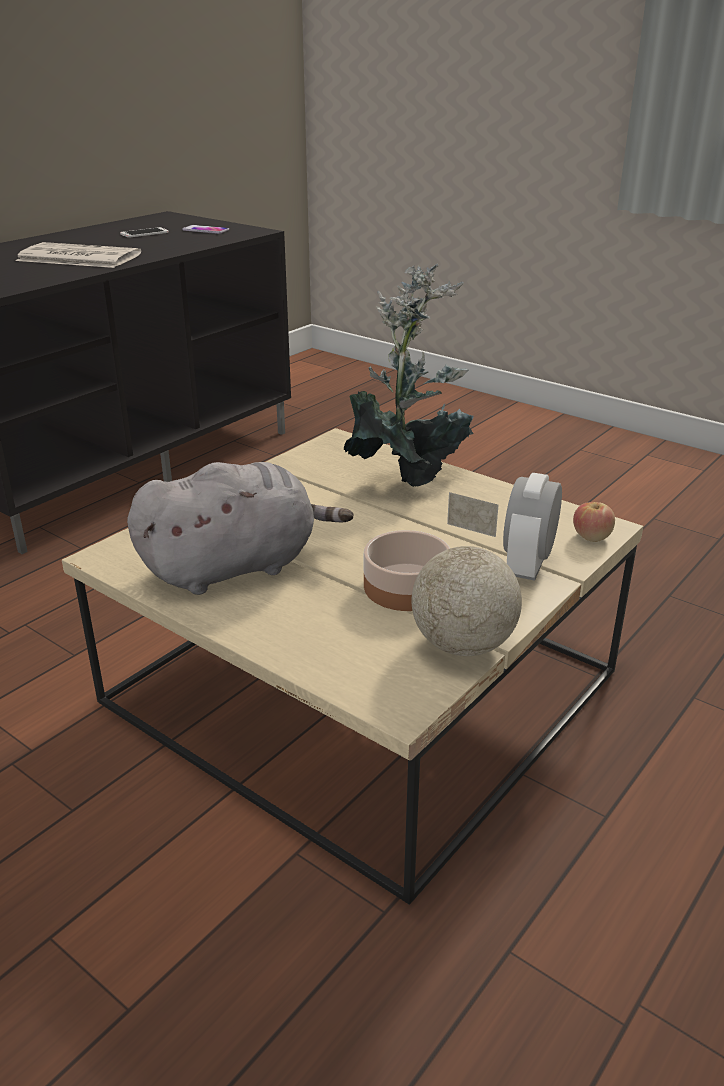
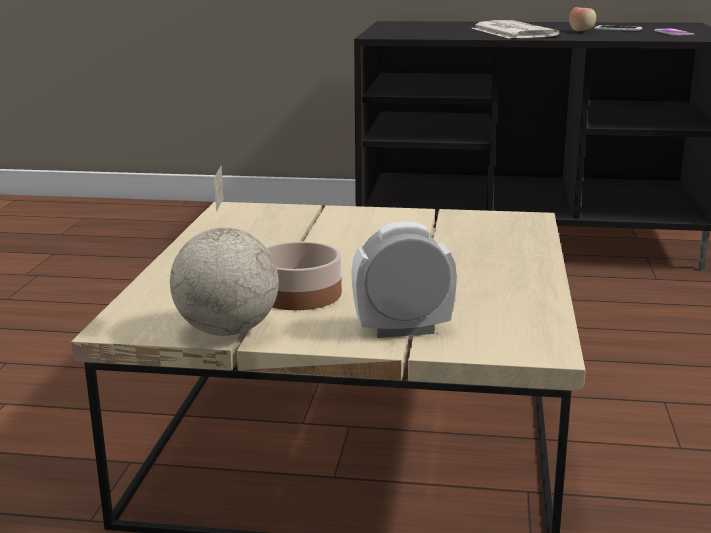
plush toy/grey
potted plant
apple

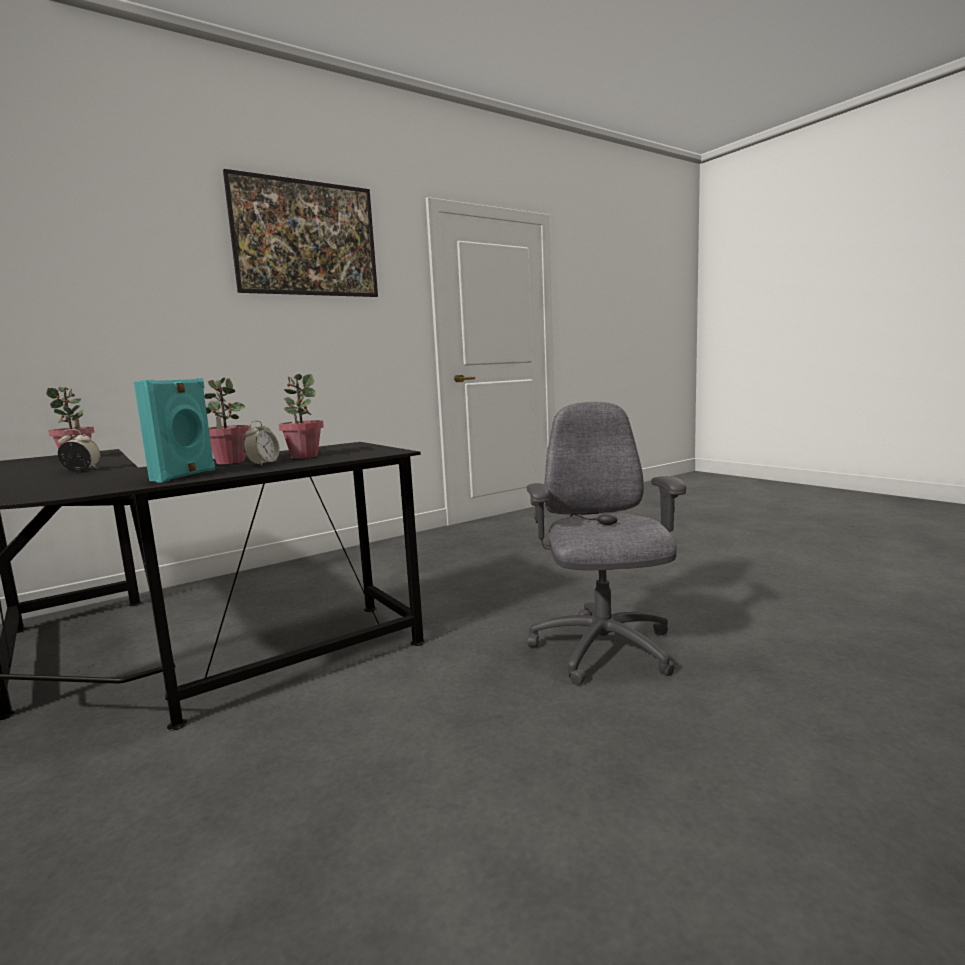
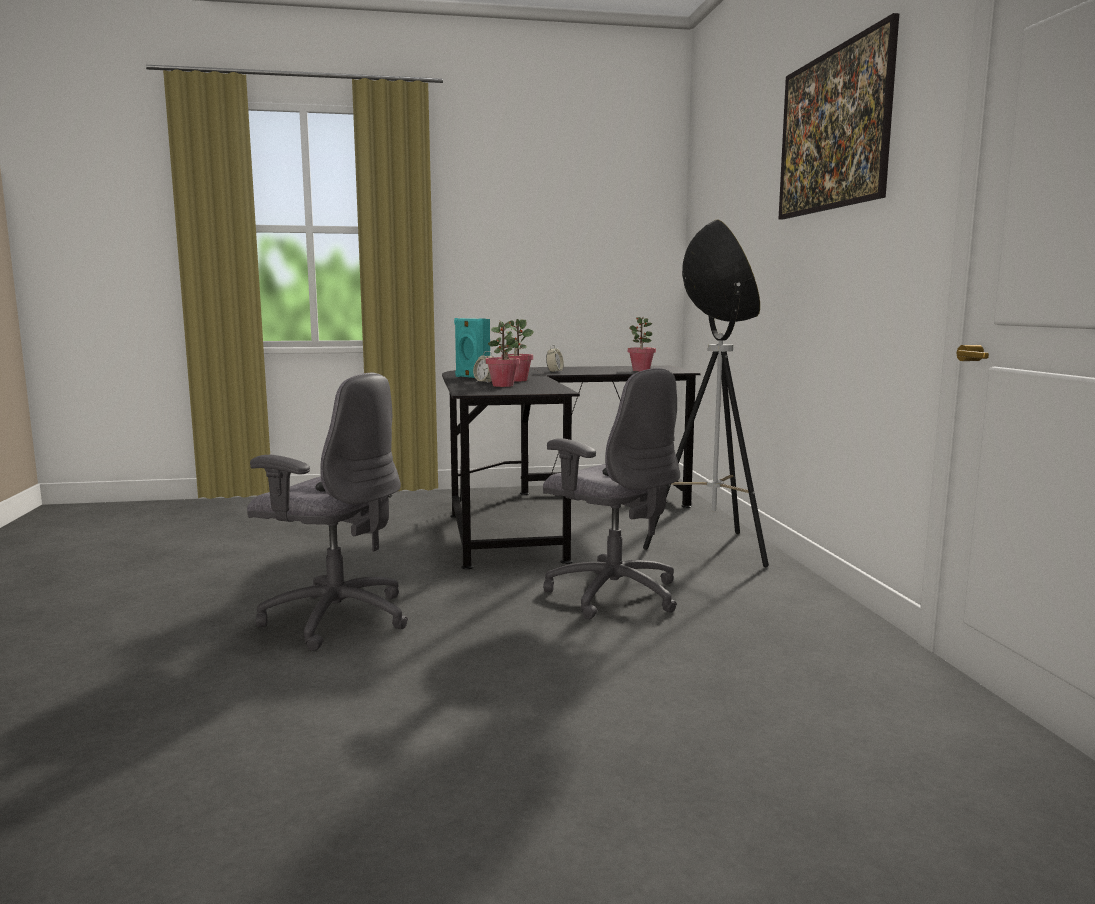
office chair/grey (no. 2 from left)
floor lamp

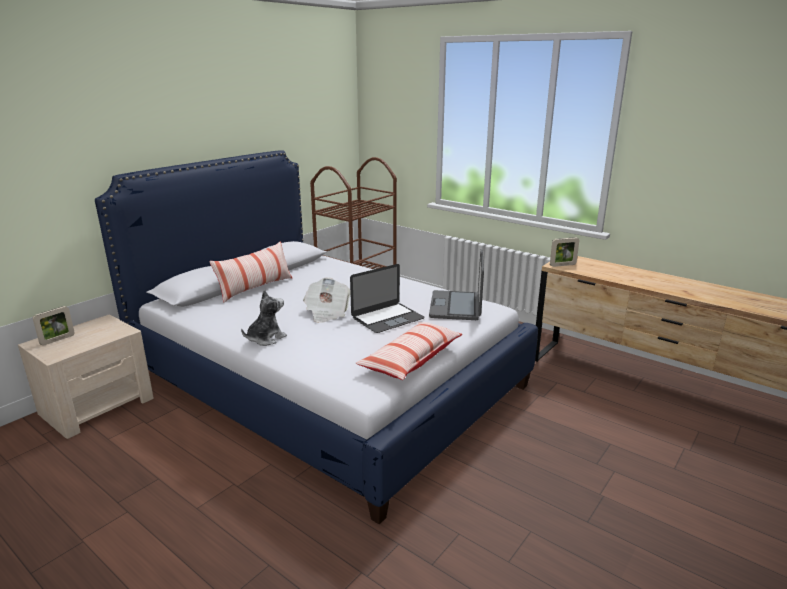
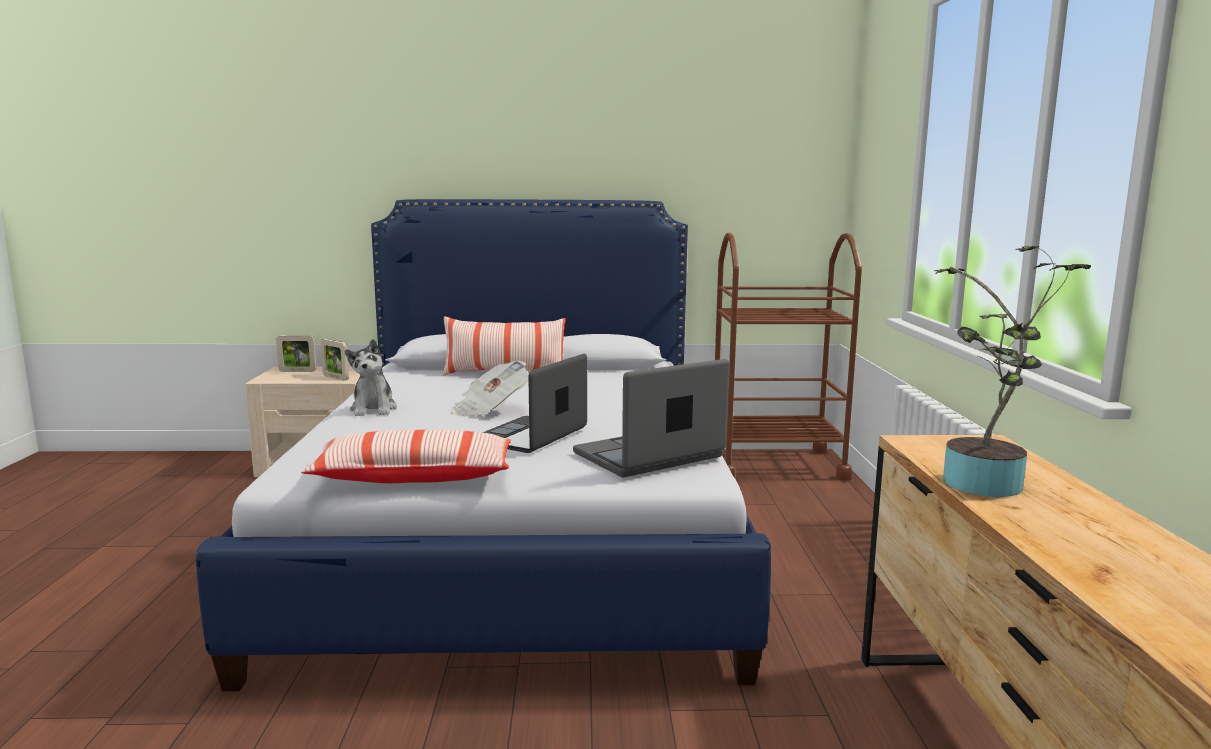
plush toy
laptop (no. 1 from left)
picture frame (no. 2 from left)
potted plant

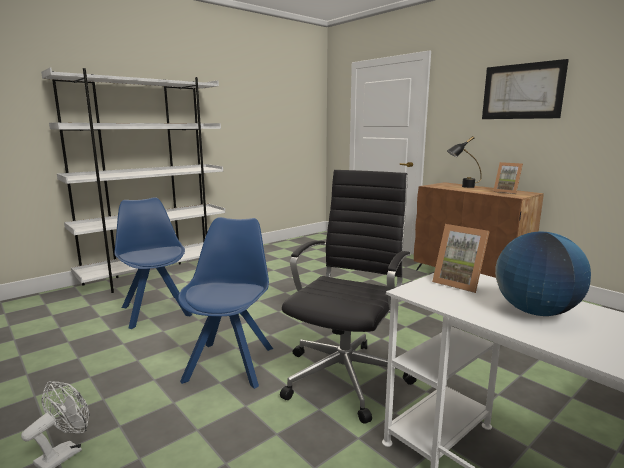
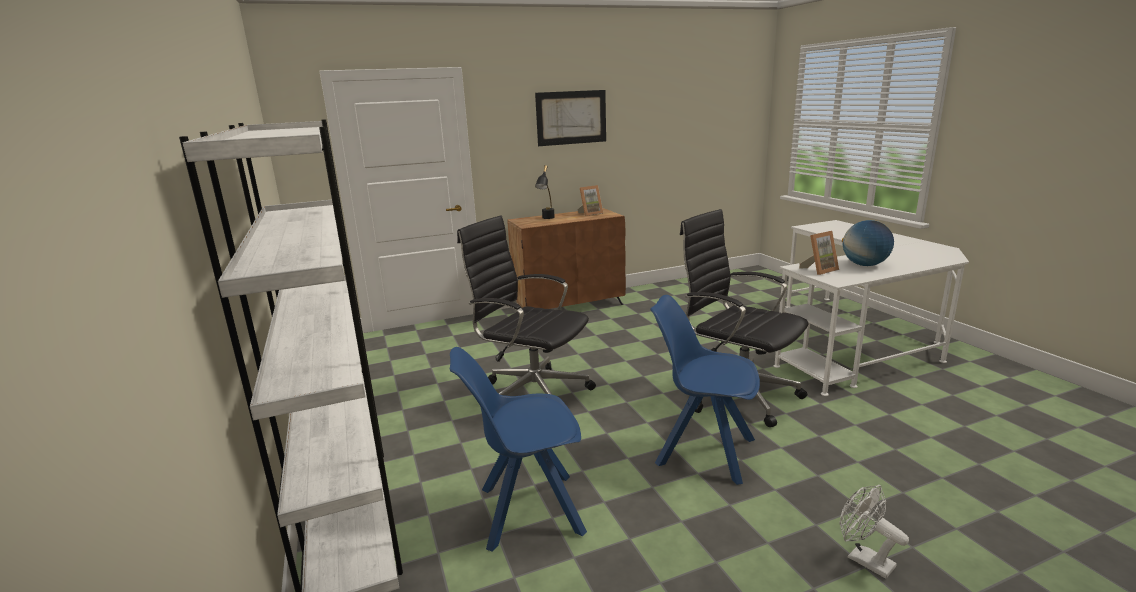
office chair/black (no. 1 from left)

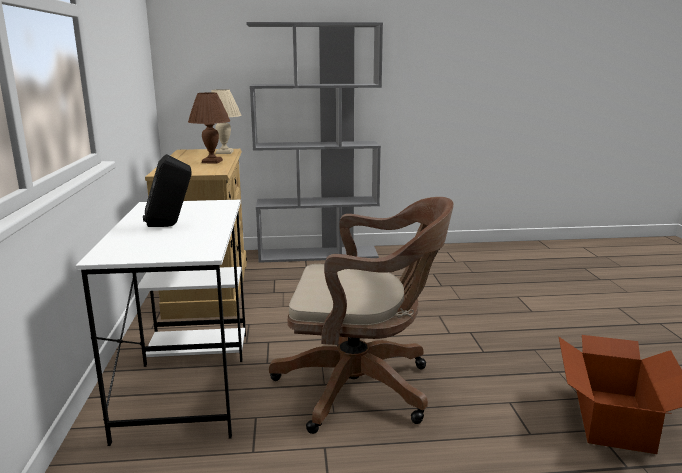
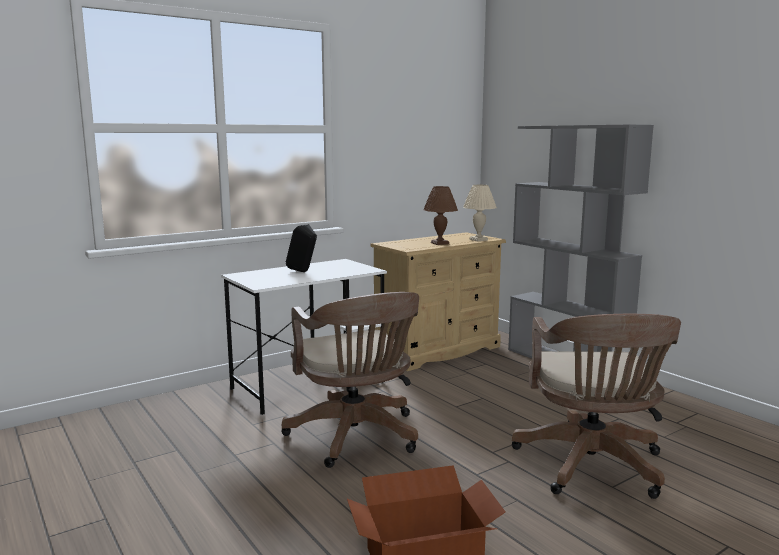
office chair/brown (no. 2 from left)

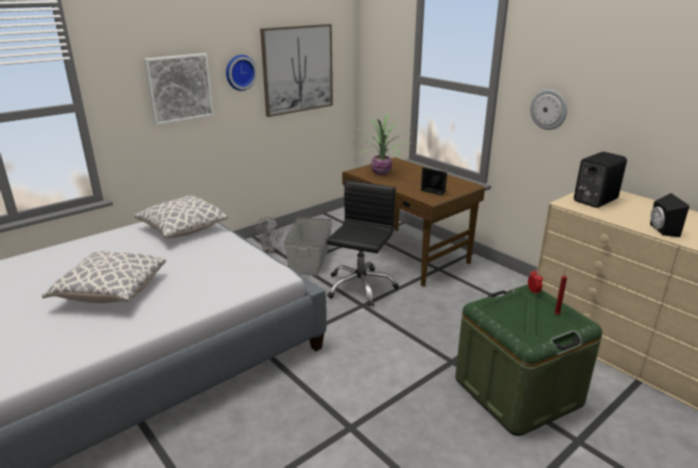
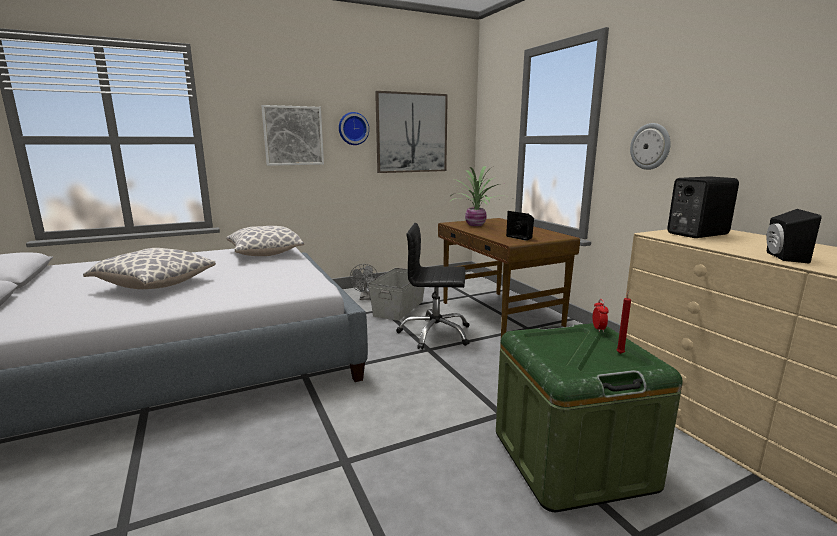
office chair/black

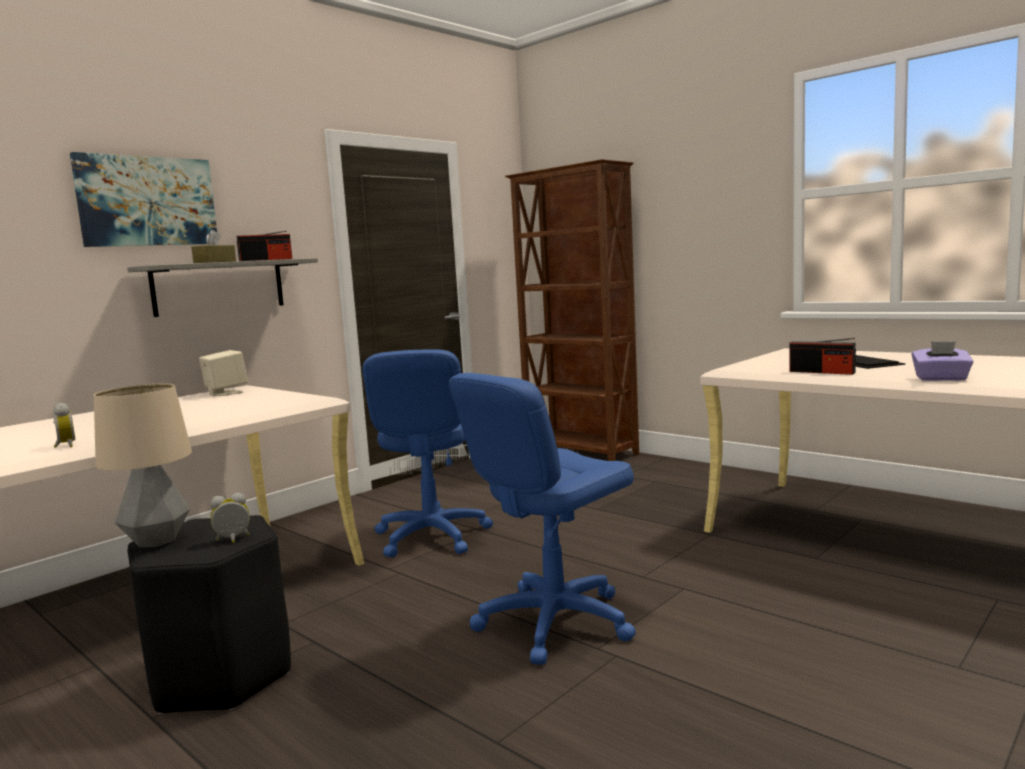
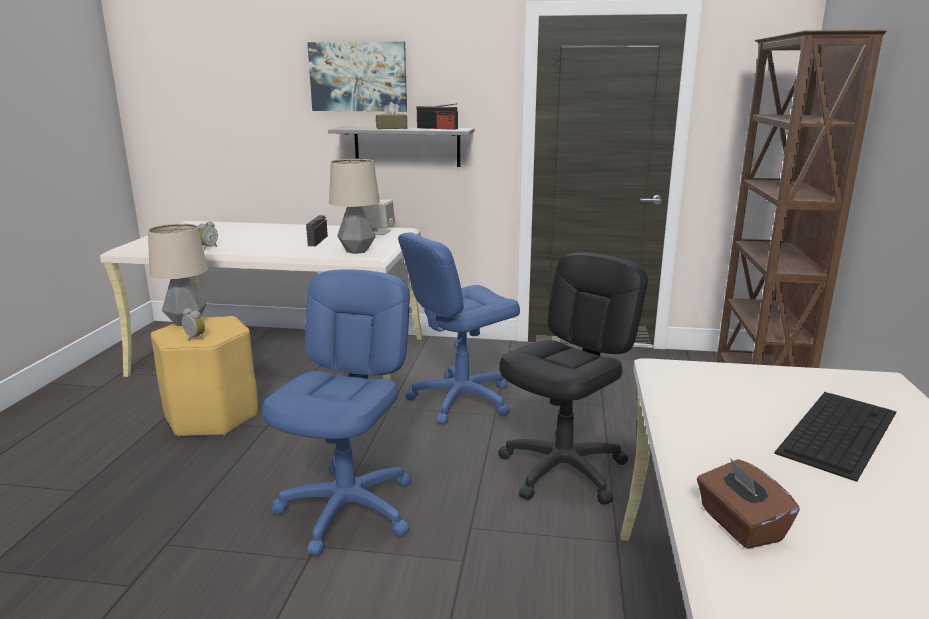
stool/yellow
office chair/blue (no. 1 from left)
radio (no. 1 from left)
tissue box/brown (no. 2 from left)
table lamp (no. 2 from left)
office chair/black

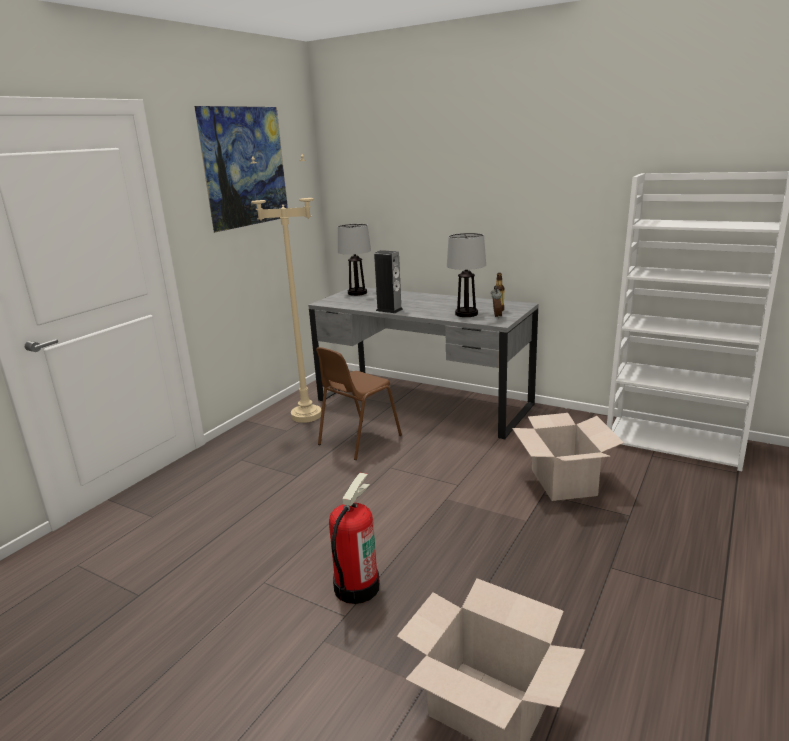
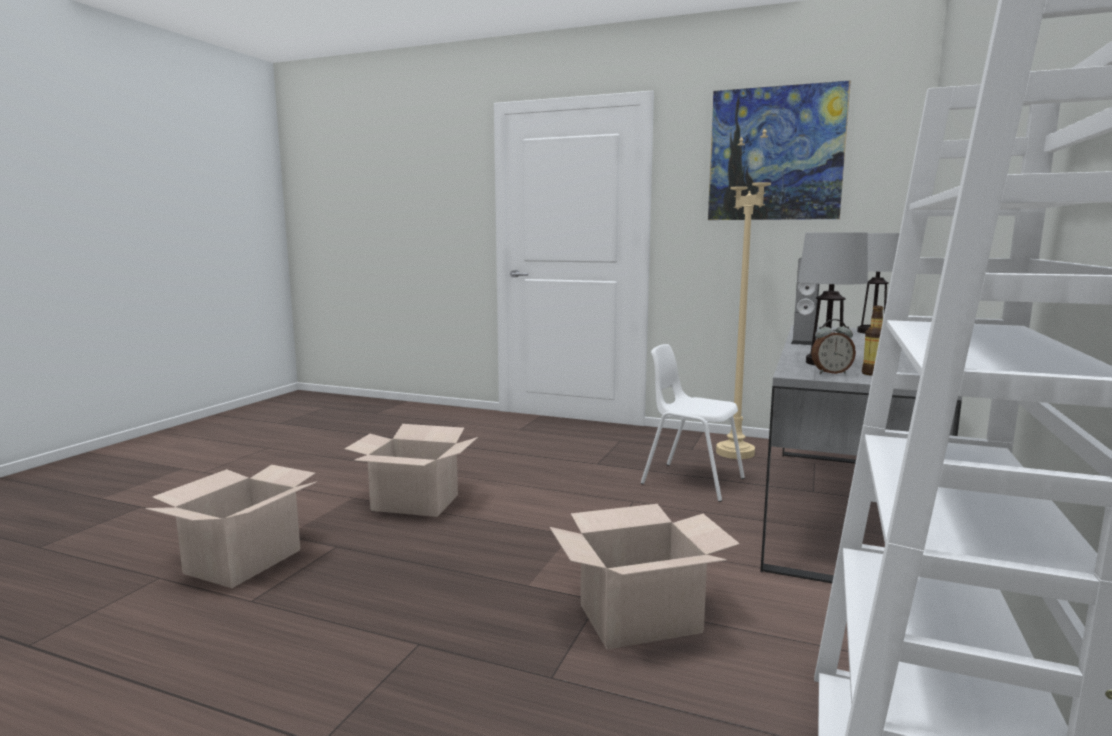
chair/white
cardboard box (no. 2 from left)

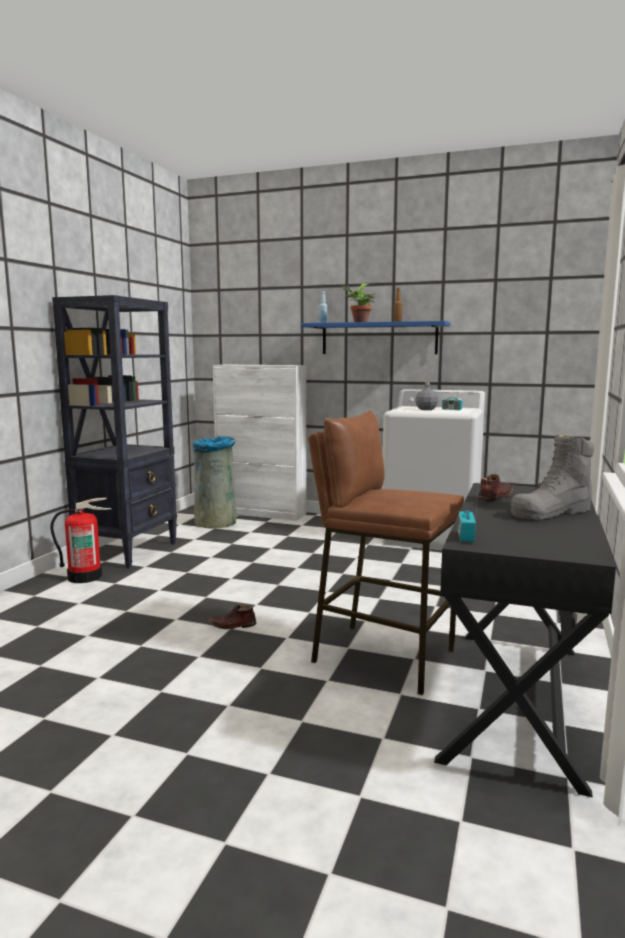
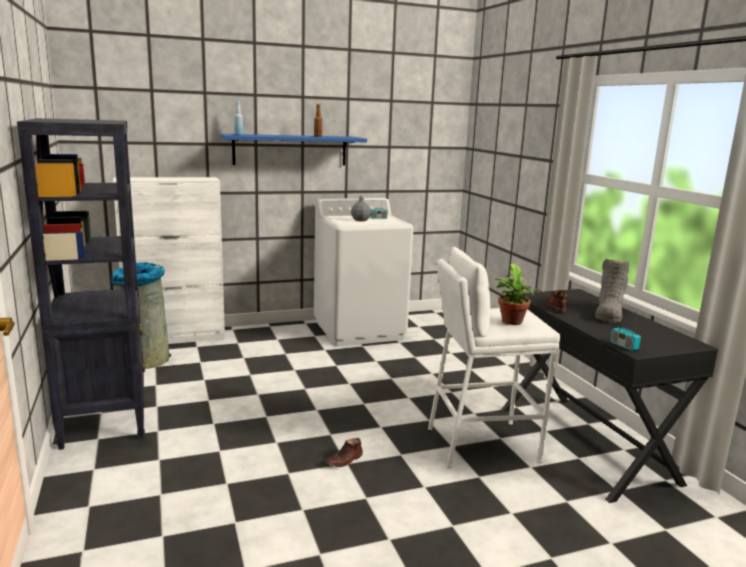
fire extinguisher
stool/white
potted plant

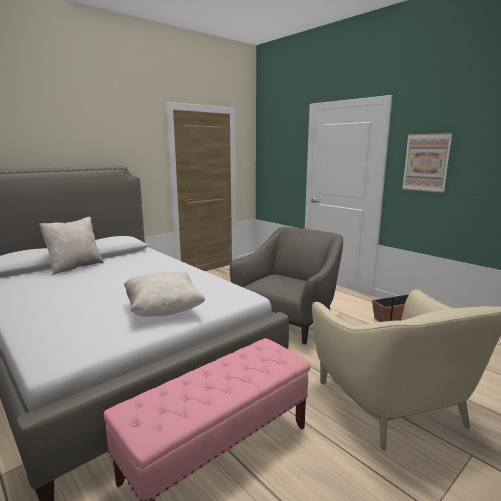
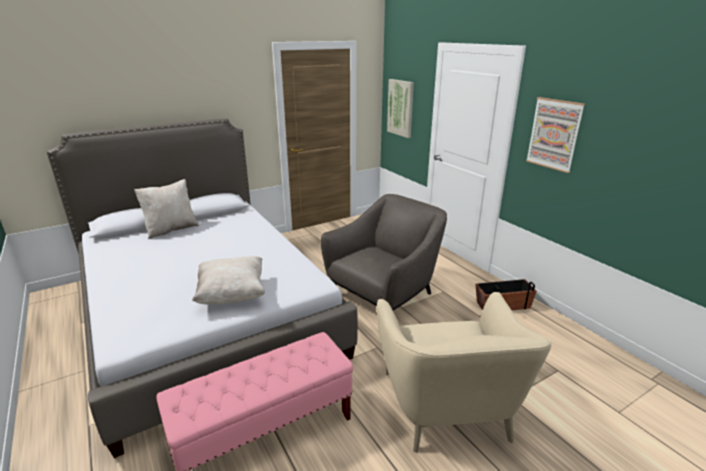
picture (no. 1 from left)

